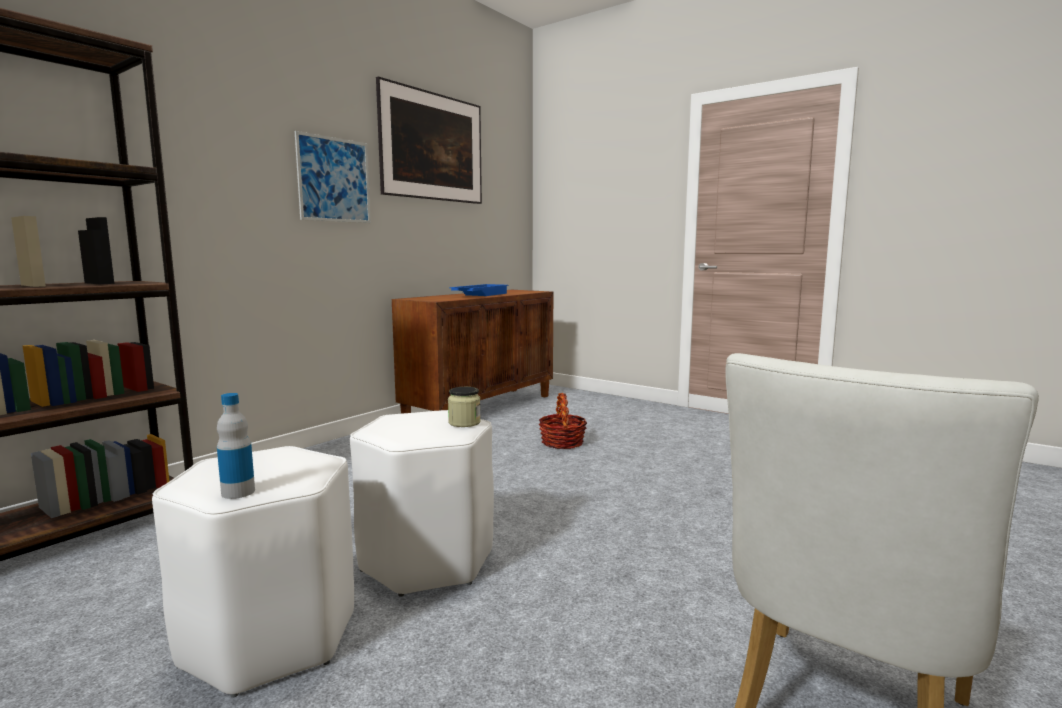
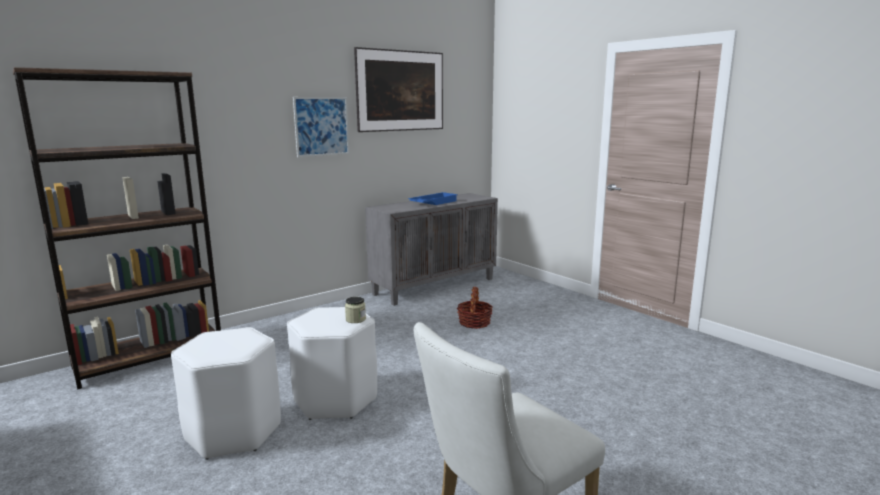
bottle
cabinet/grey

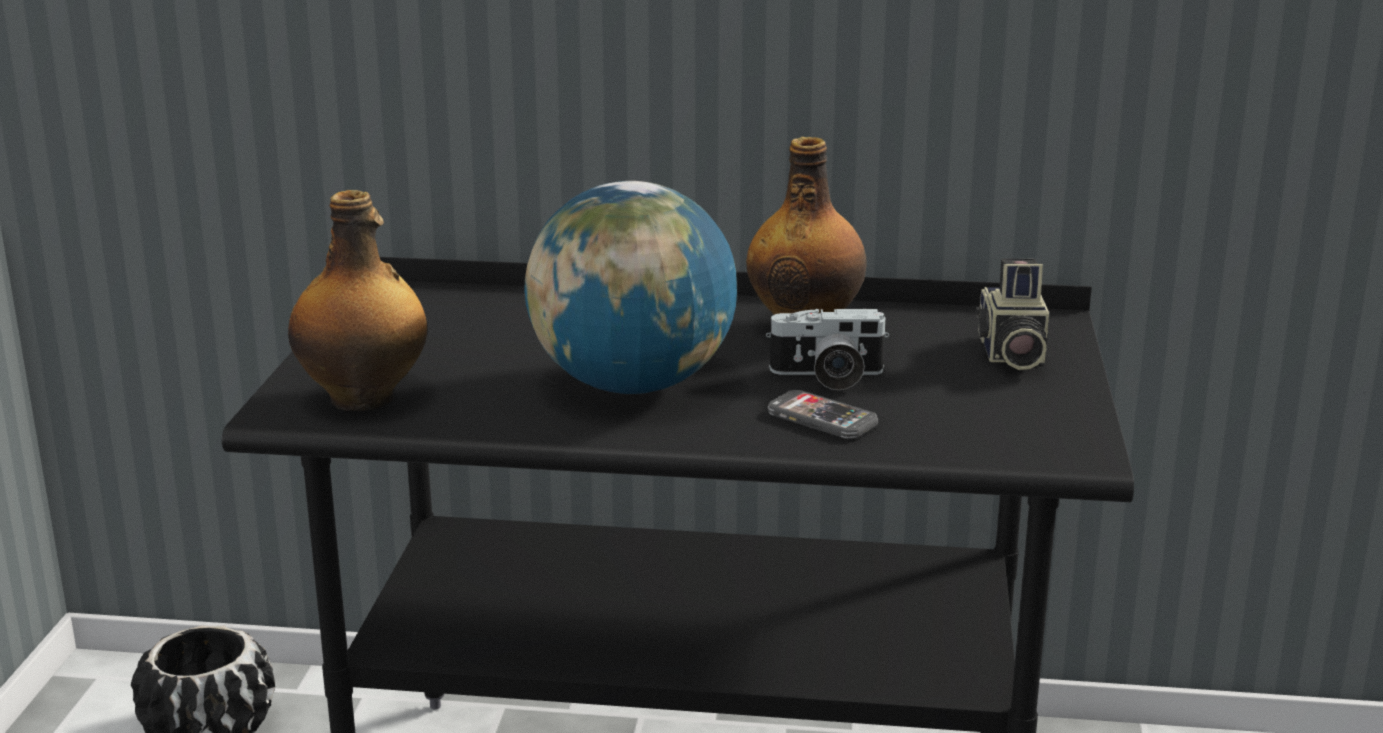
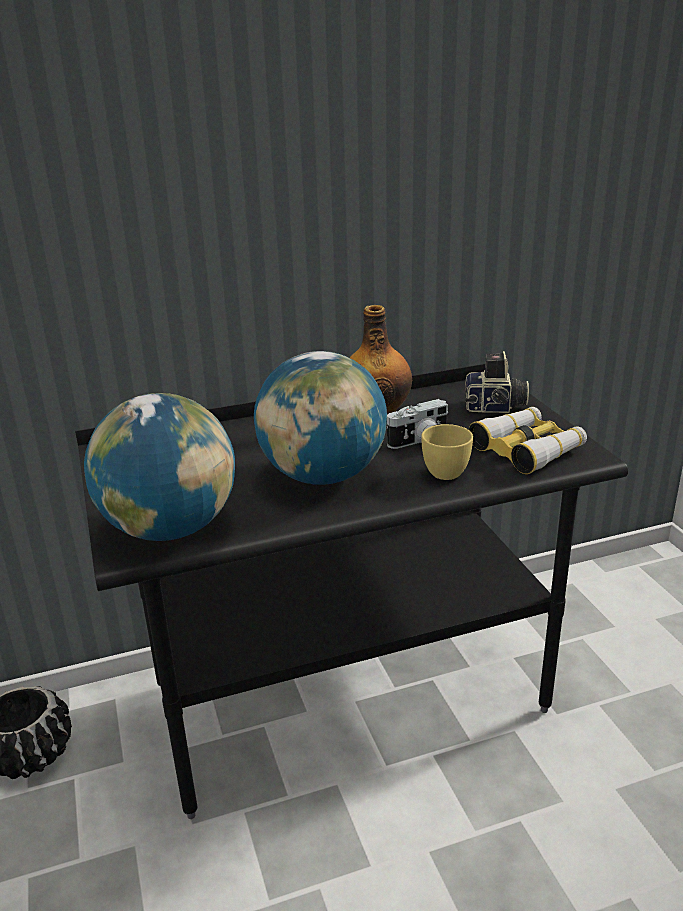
globe (no. 1 from left)
cup/yellow
photo camera (no. 2 from left)
binoculars

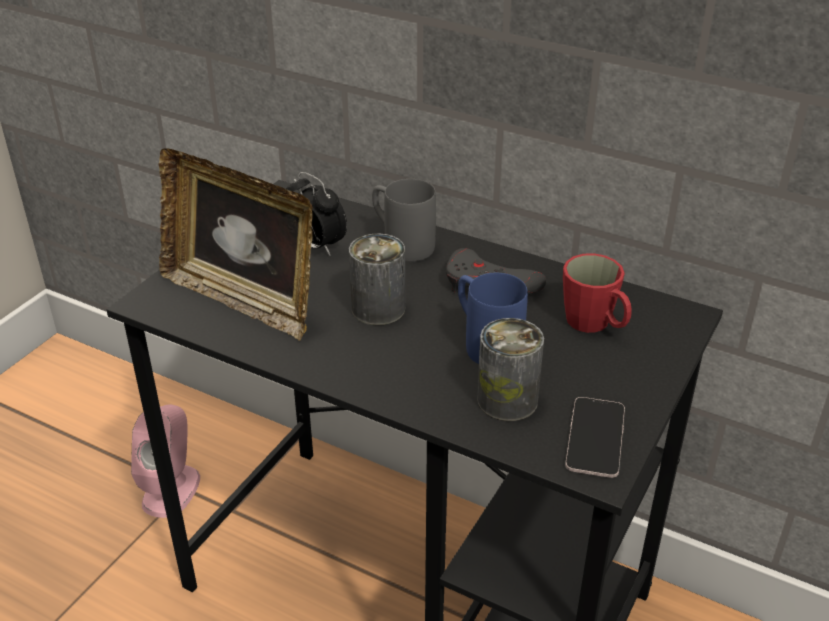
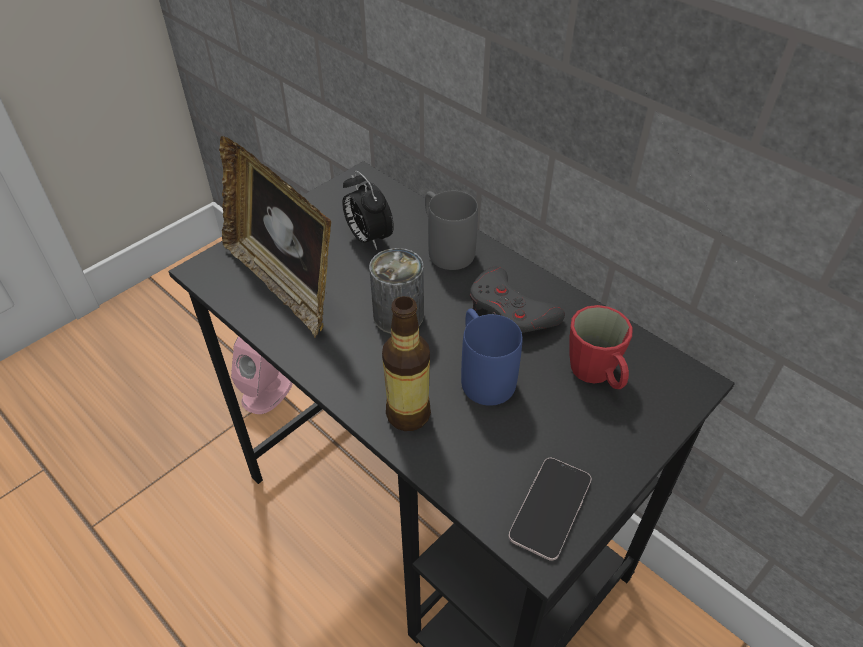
can (no. 2 from left in the first image)
bottle

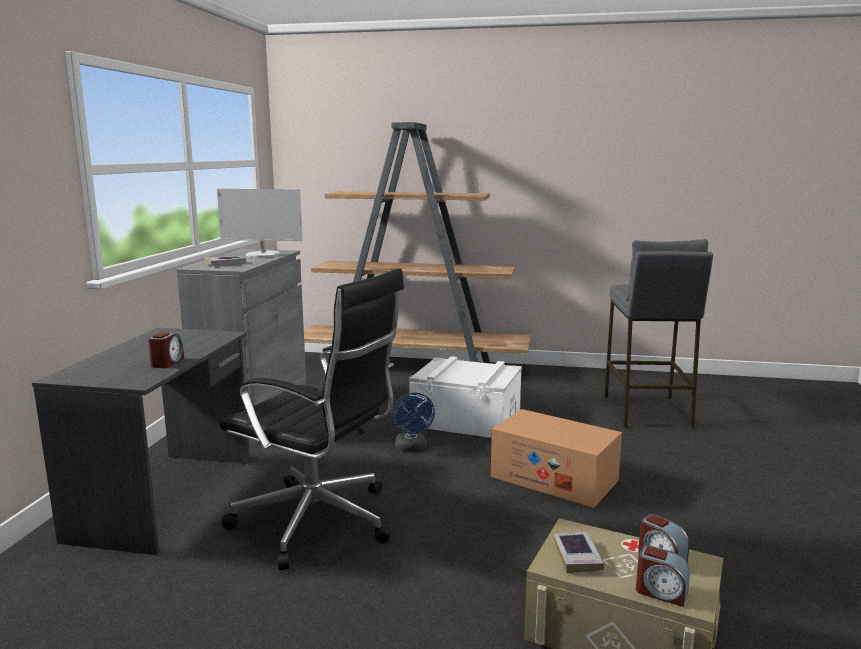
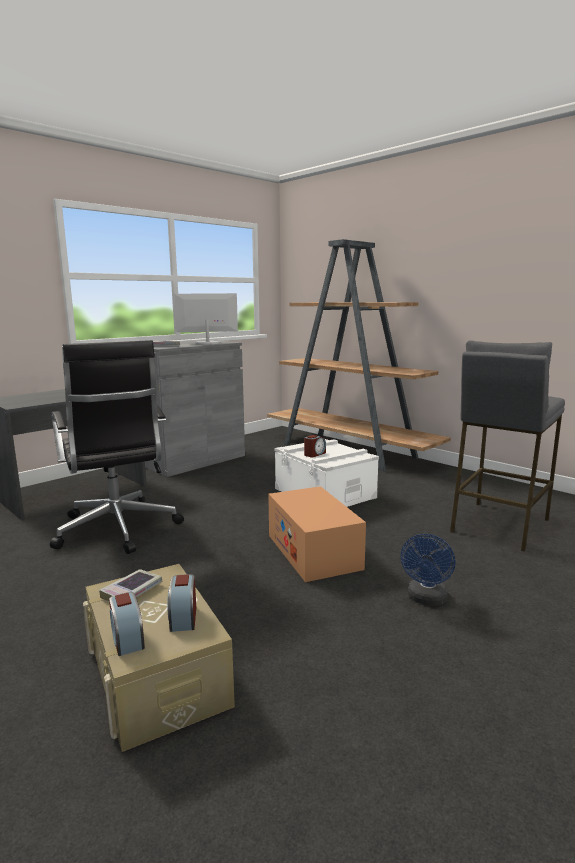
alarm clock (no. 3 from left)
monitor
fan/blue

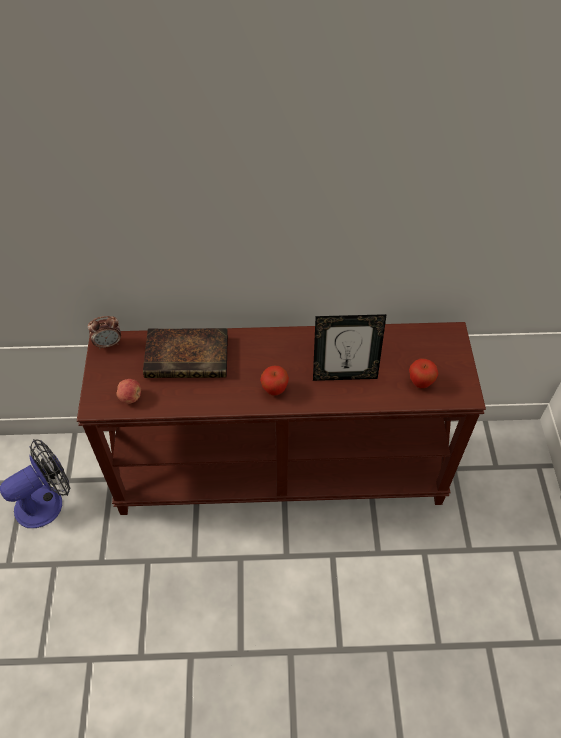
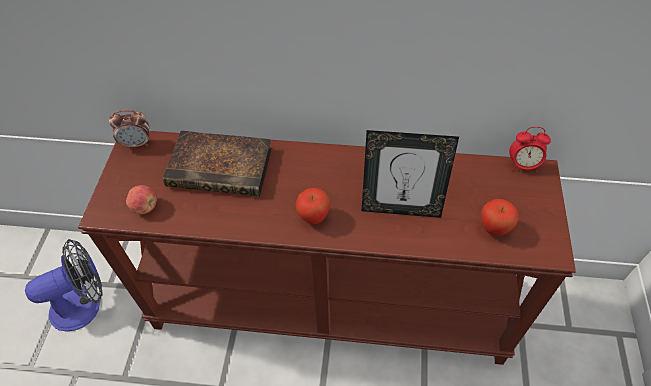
alarm clock (no. 2 from left)

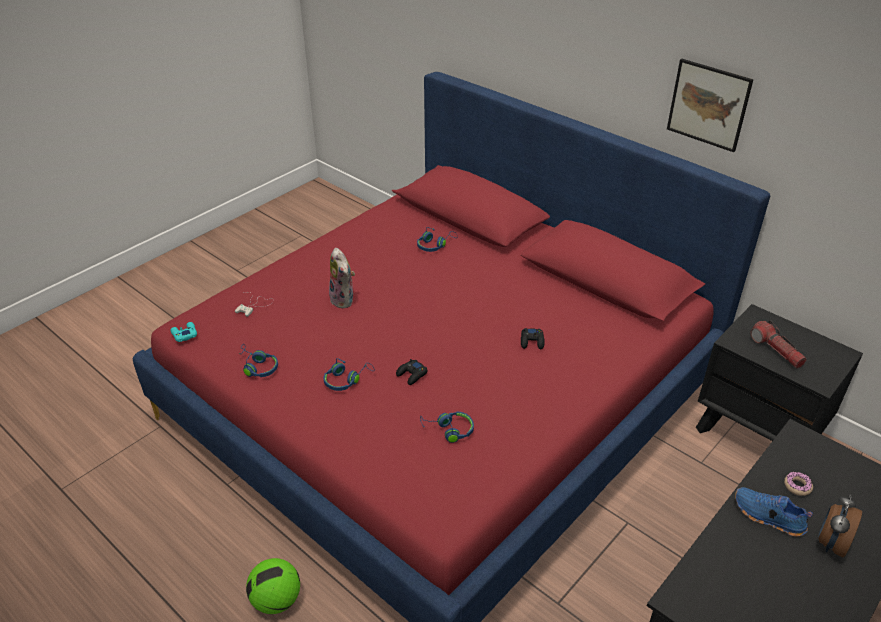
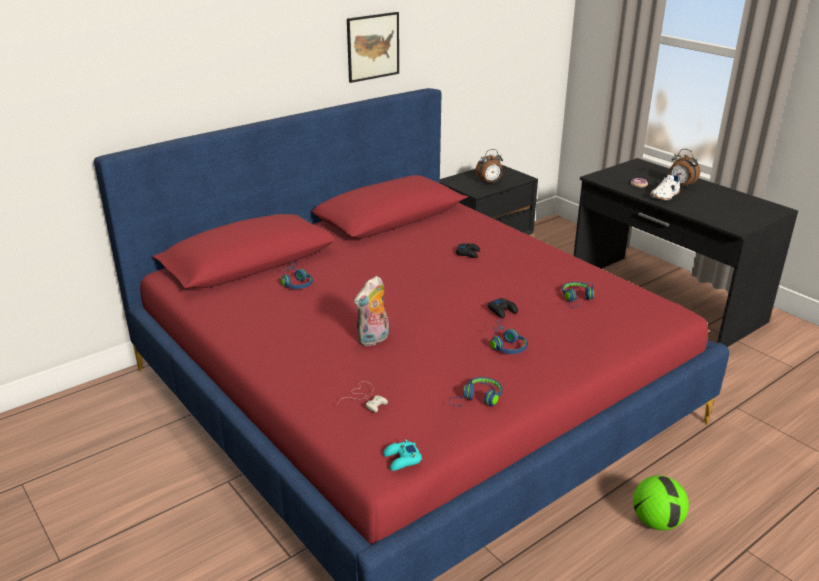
plush toy
shoe/white
alarm clock (no. 1 from left)

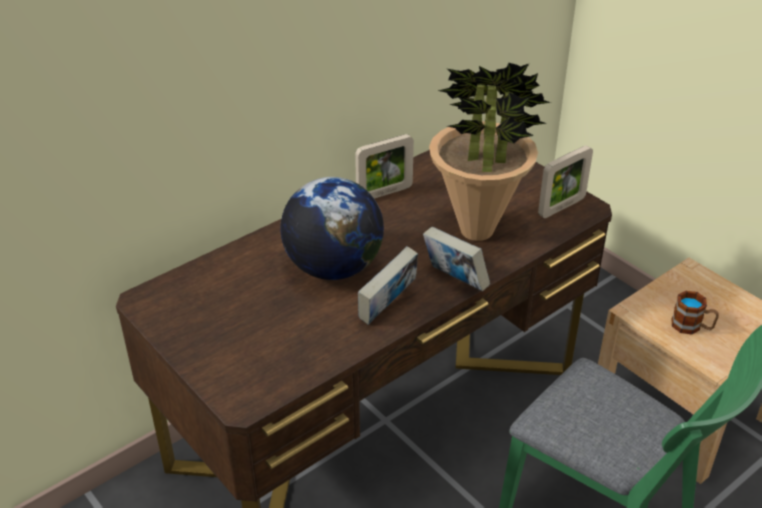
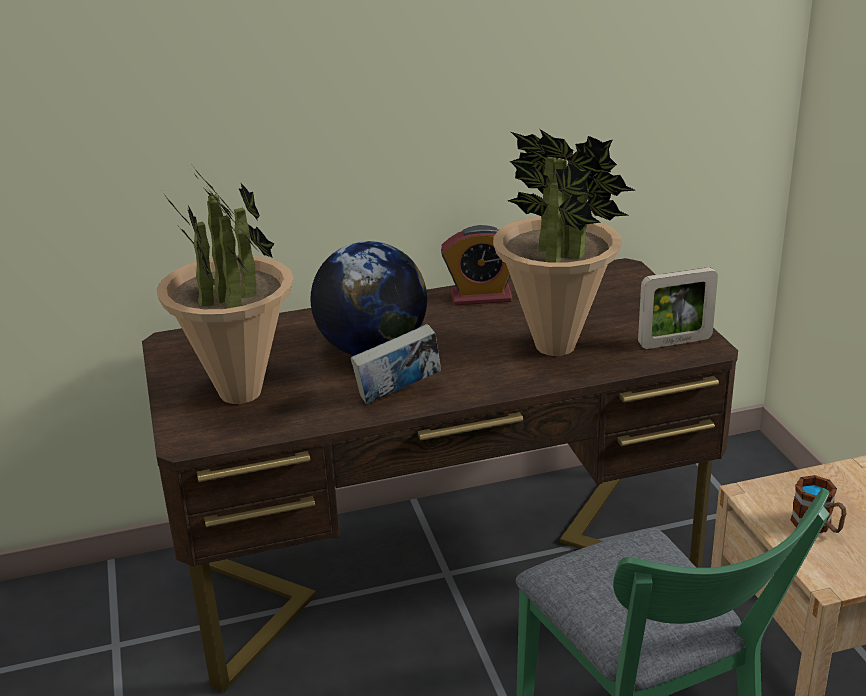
alarm clock
book (no. 2 from left in the first image)
potted plant (no. 1 from left)

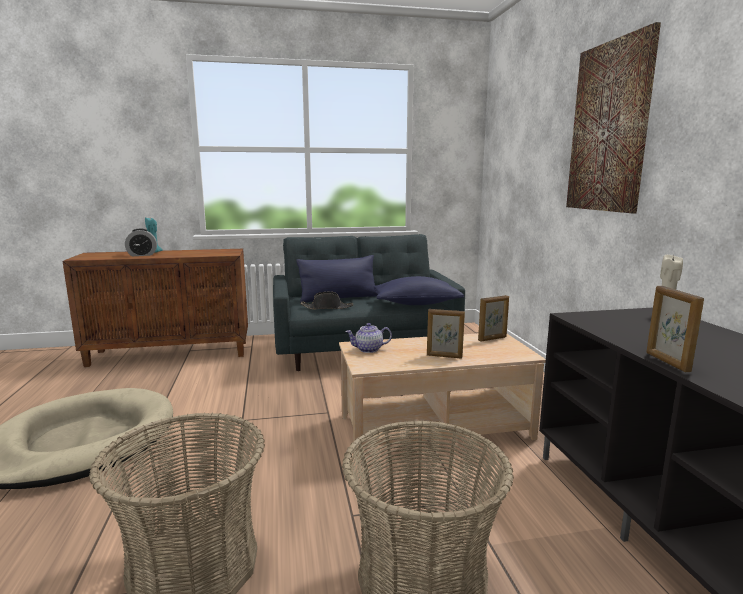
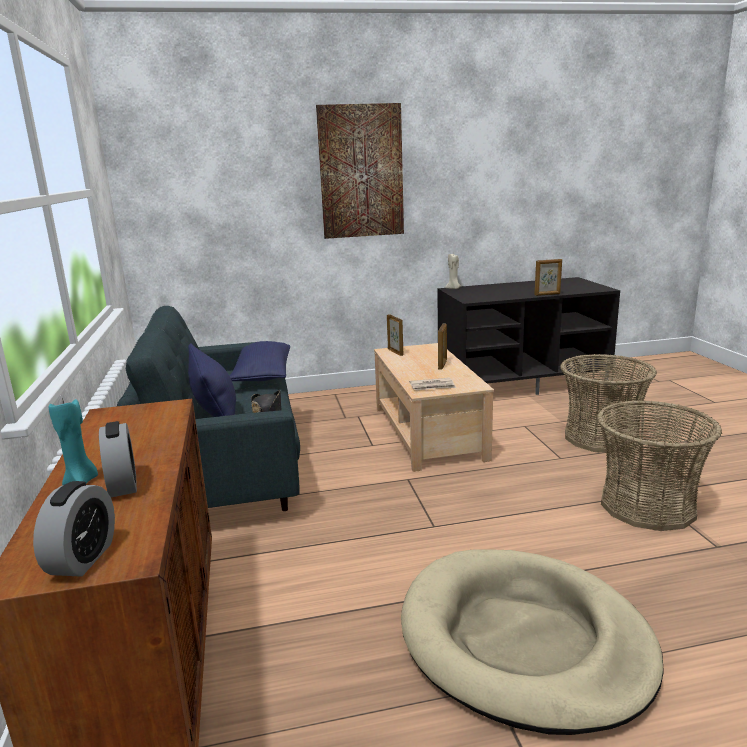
newspaper
alarm clock (no. 1 from left)

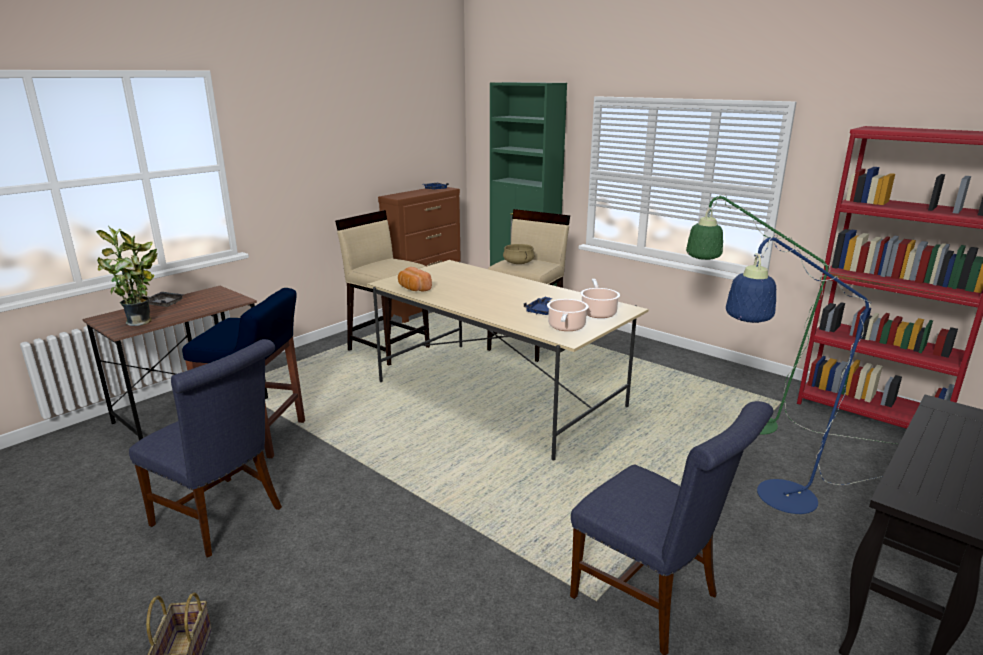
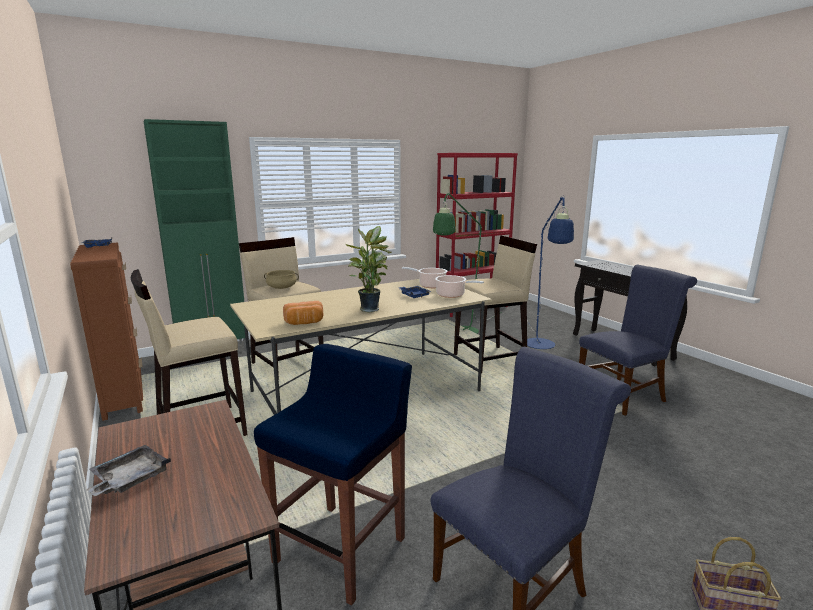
potted plant
stool/beige (no. 3 from left)

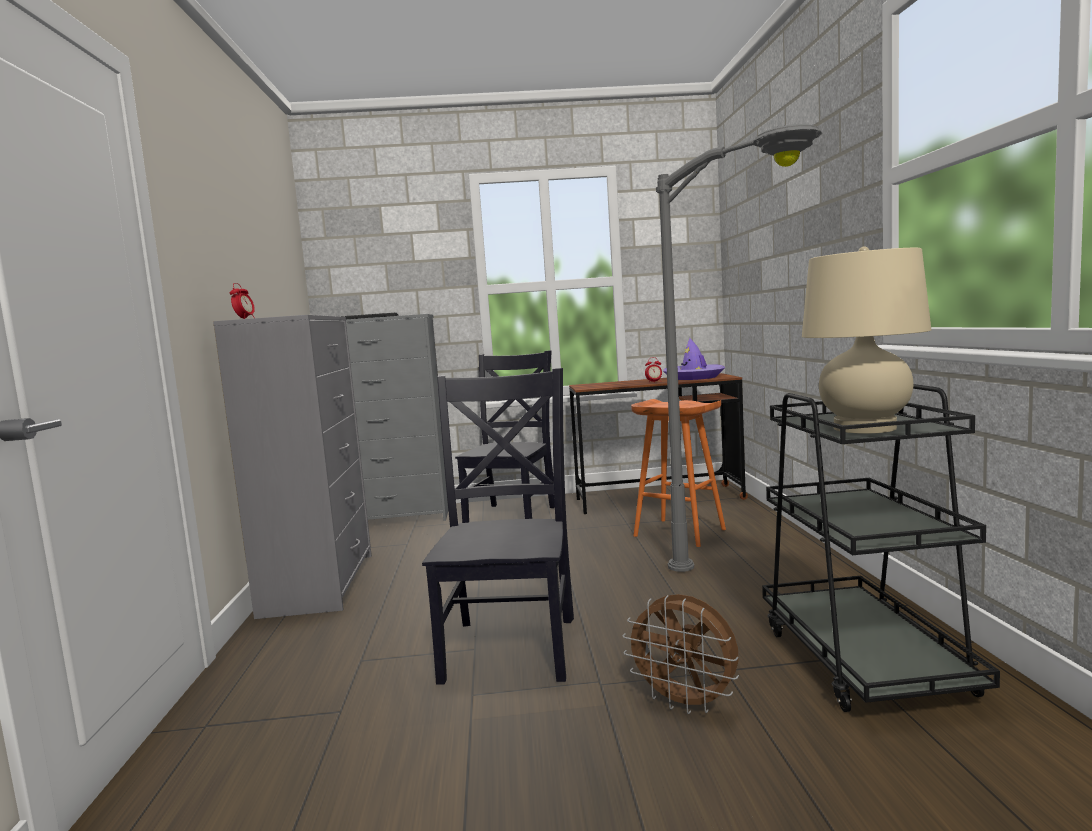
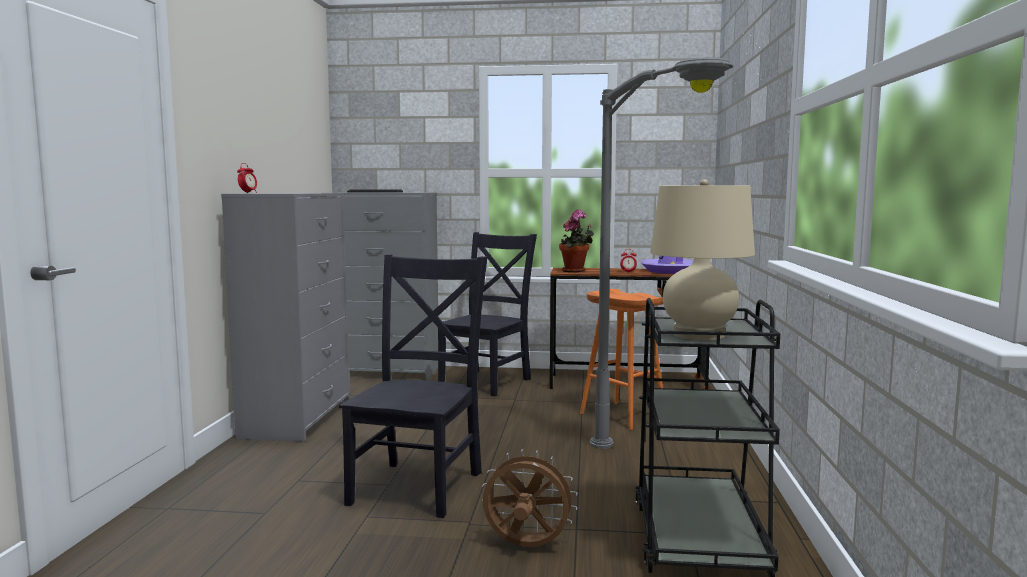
fan/brown
potted plant

